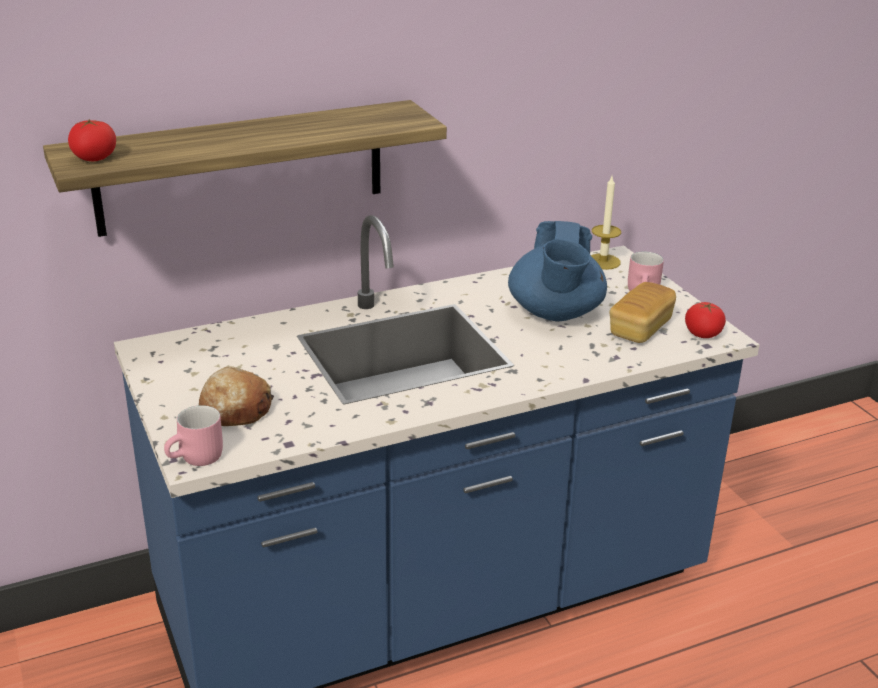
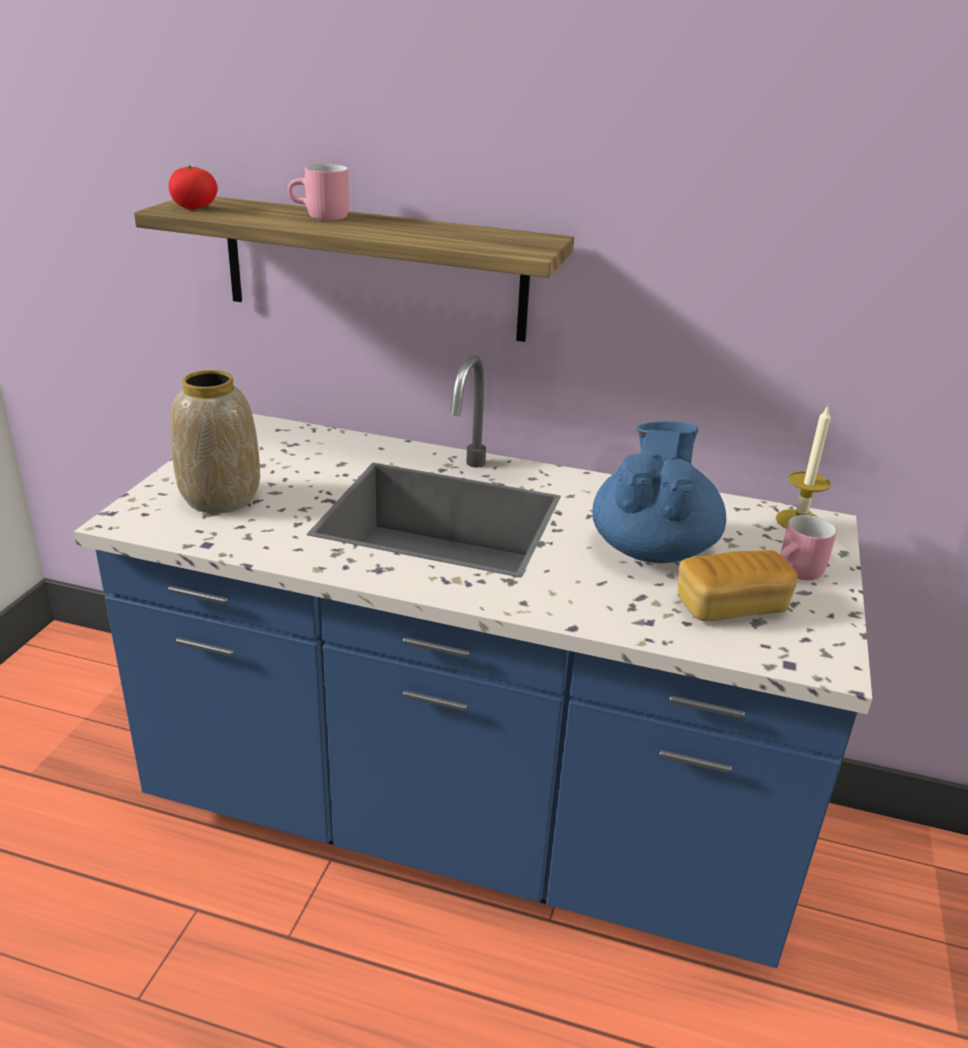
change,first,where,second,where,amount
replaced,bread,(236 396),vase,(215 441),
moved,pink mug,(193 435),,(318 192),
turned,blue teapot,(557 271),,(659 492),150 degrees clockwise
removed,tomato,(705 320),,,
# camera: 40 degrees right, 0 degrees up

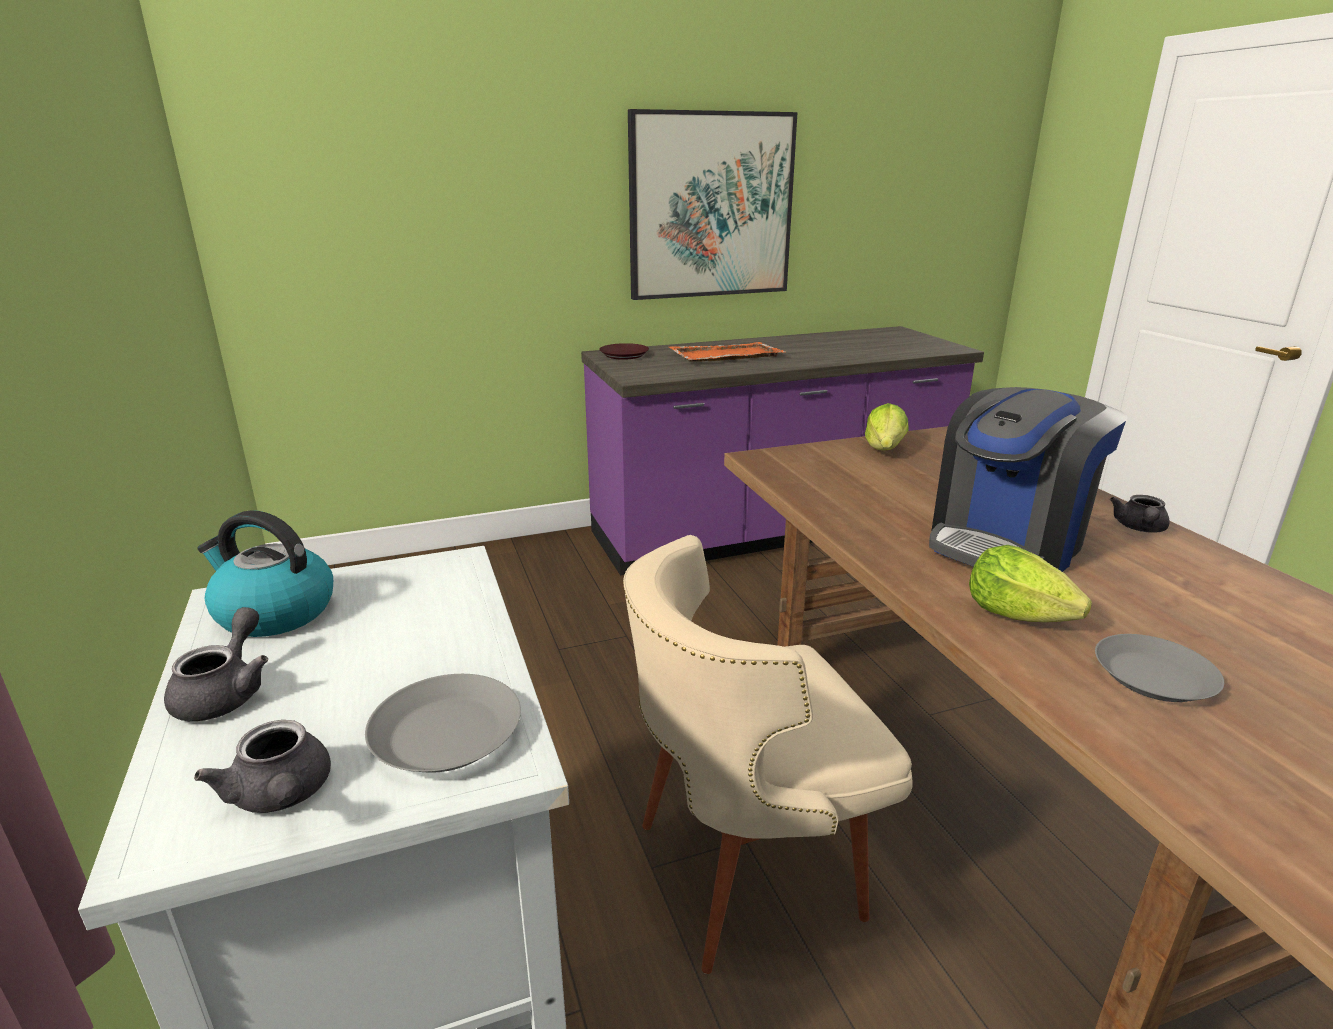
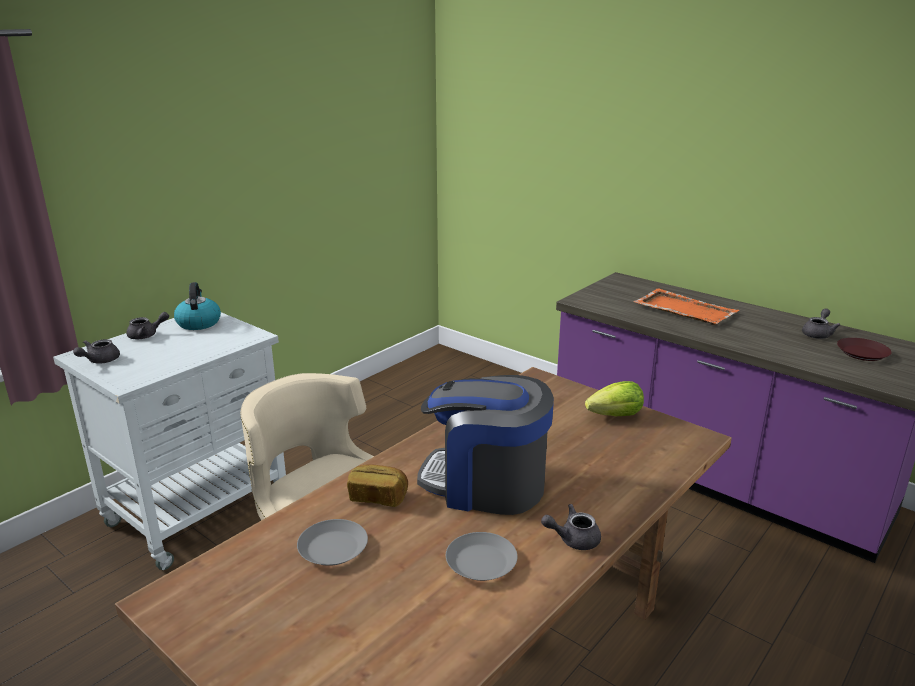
change,first,where,second,where,amount
replaced,lettuce,(1030 583),bread,(377 485),
moved,grey plate,(443 723),,(482 556),
added,,,grey teapot,(821 323),
moved,brown plate,(624 351),,(864 349),
removed,picture,(713 204),,,
# camera: 60 degrees right, 0 degrees up

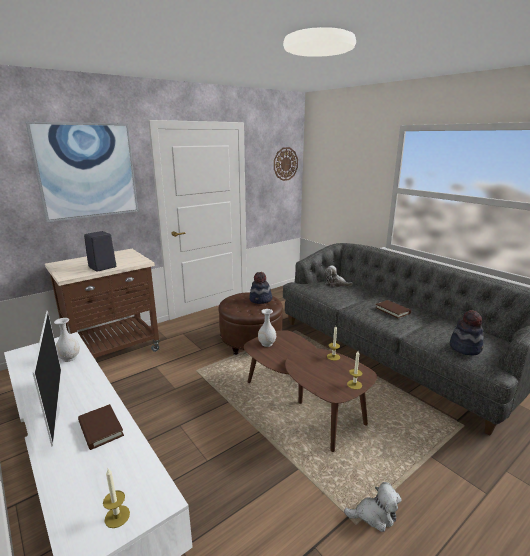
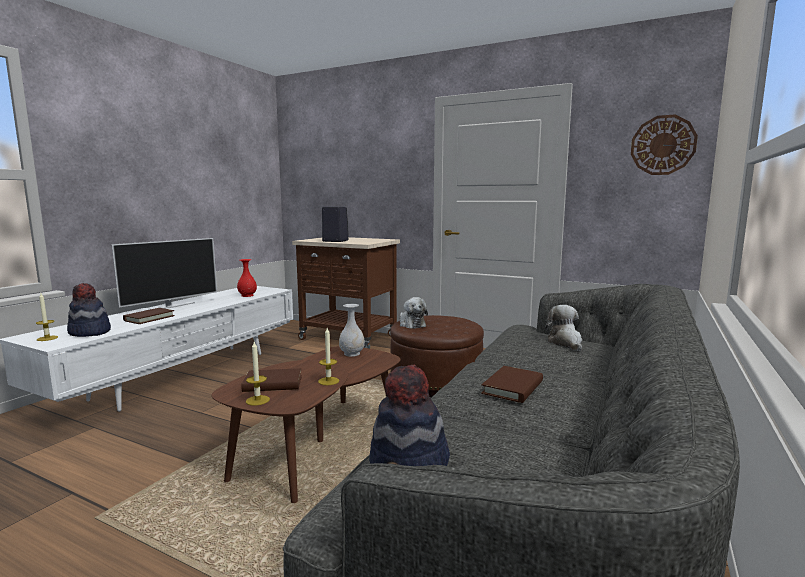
change,first,where,second,where,amount
moved,hat,(260 288),,(89 310),
recoloured,white vase,(67 340),red vase,(247 278),
added,,,brown book,(271 380),
moved,plush toy,(373 507),,(414 313),
removed,picture,(81 172),,,
# camera: 65 degrees right, 10 degrees down

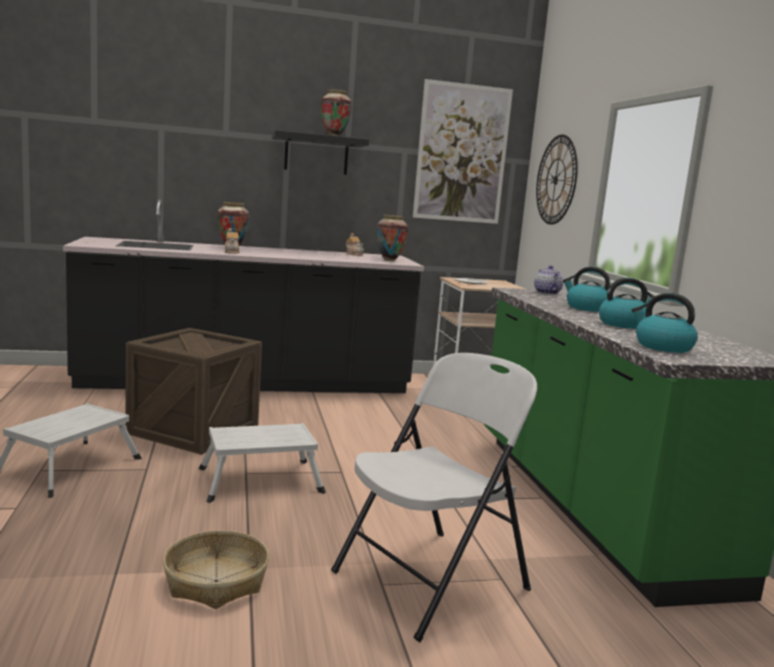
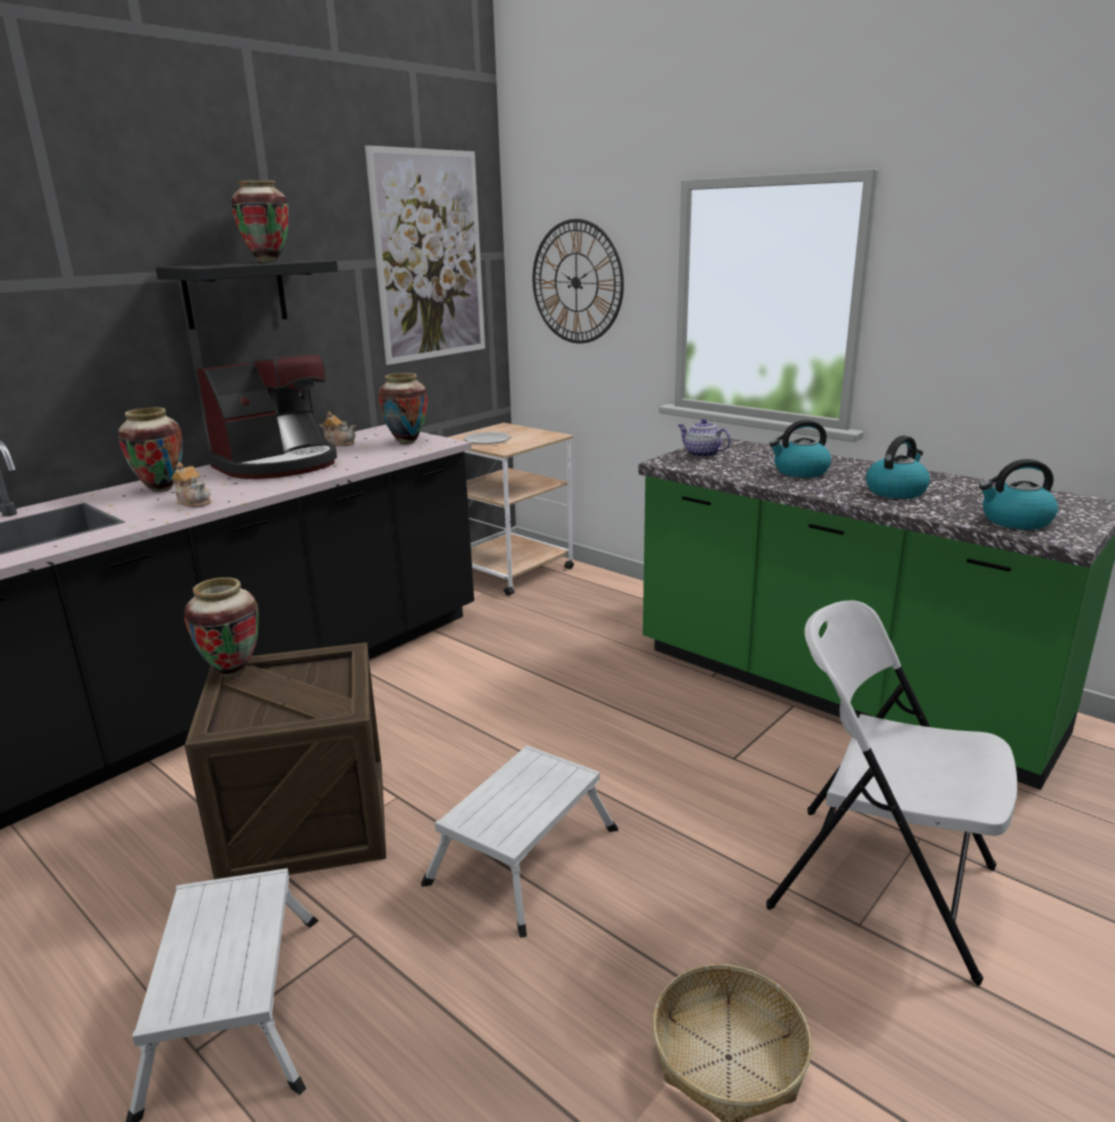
change,first,where,second,where,amount
added,,,vase,(221 627),
added,,,coffee machine,(267 416),
turned,white chair,(434 498),,(891 793),75 degrees counterclockwise
# camera: 35 degrees left, 10 degrees up

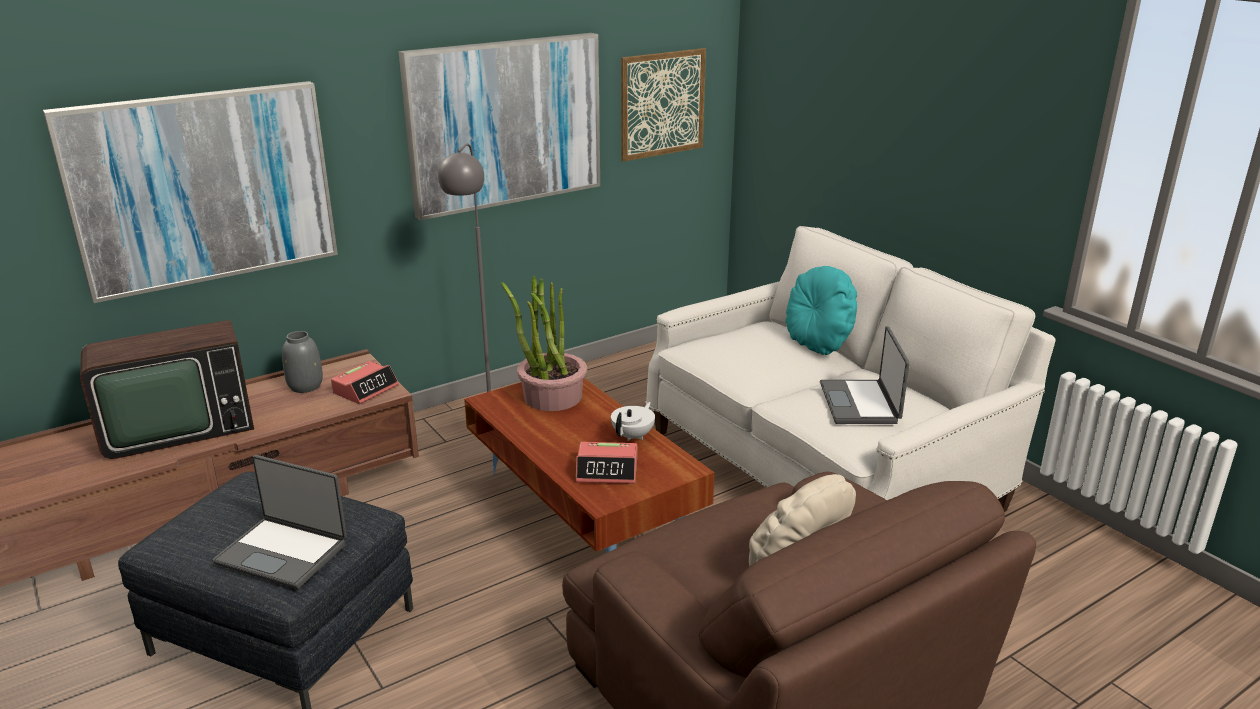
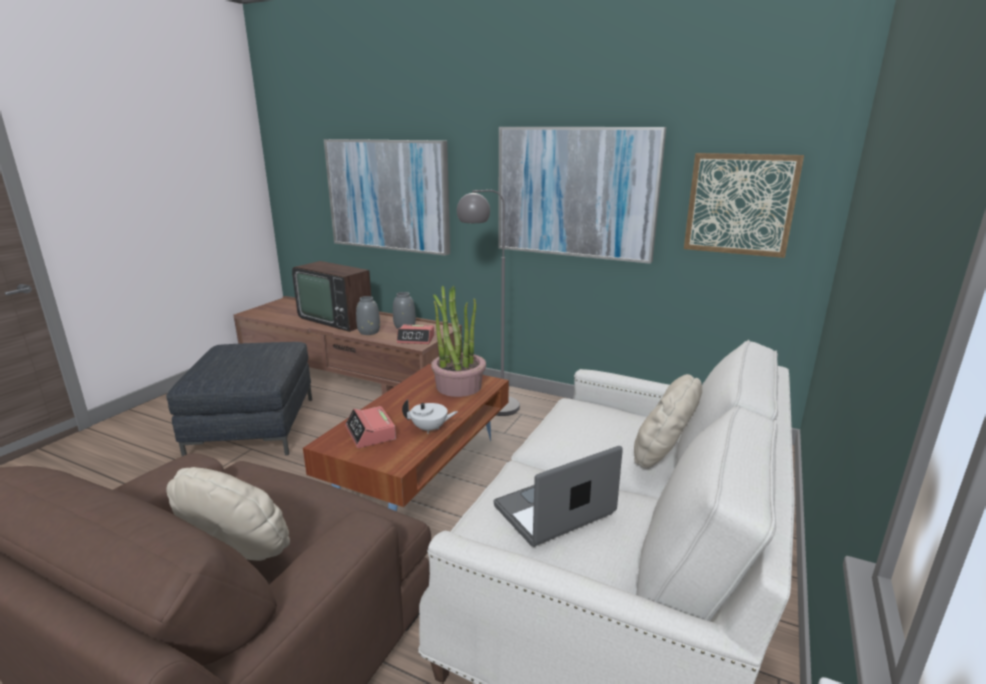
change,first,where,second,where,amount
added,,,grey vase,(368 315),
recoloured,turquoise pillow,(821 310),beige pillow,(668 421),
removed,laptop,(279 522),,,
# camera: 60 degrees right, 5 degrees down

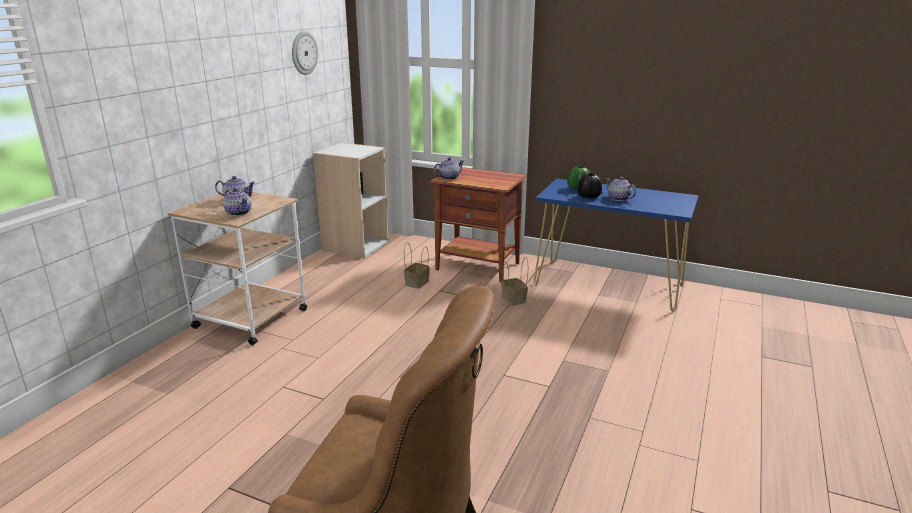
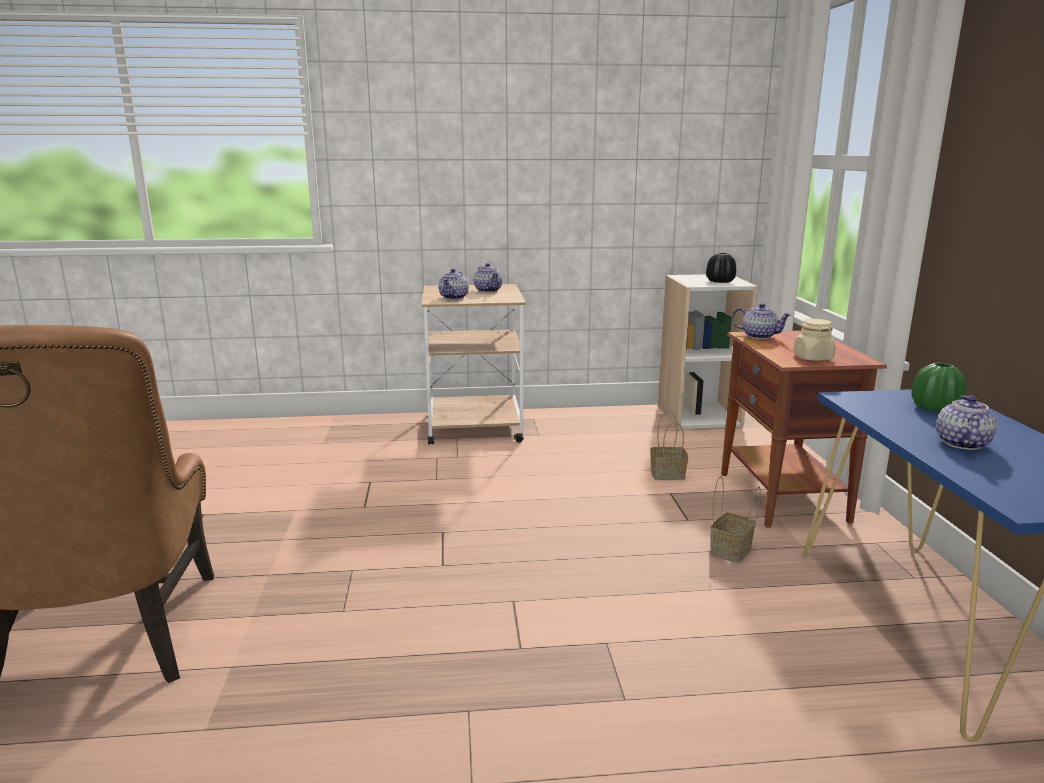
change,first,where,second,where,amount
moved,black vase,(590 186),,(721 268),
added,,,beige jar,(814 340),
removed,wall clock,(305 53),,,
# camera: 60 degrees right, 5 degrees down

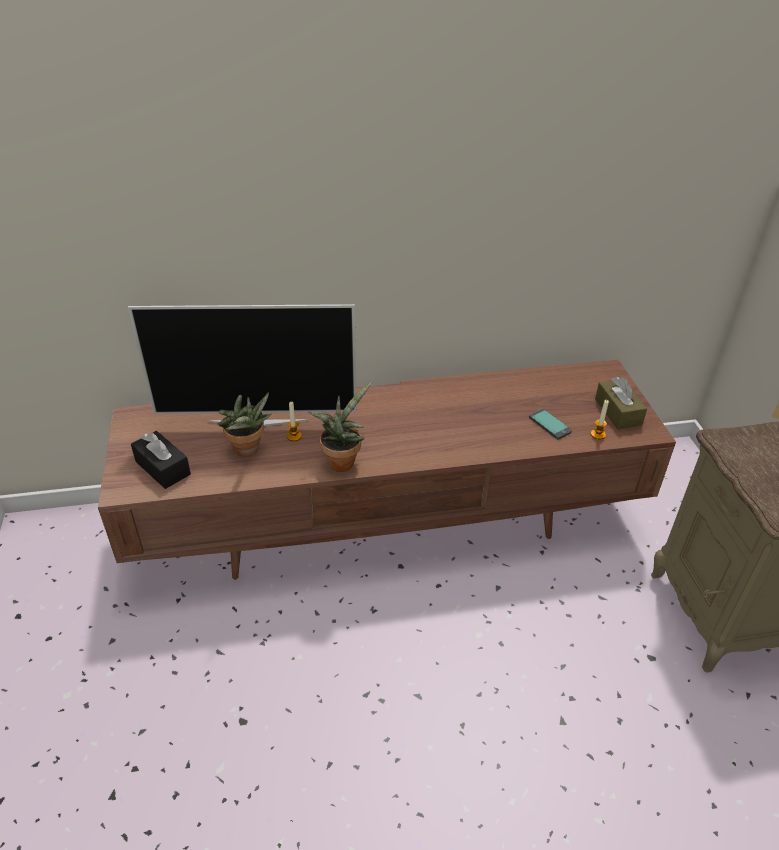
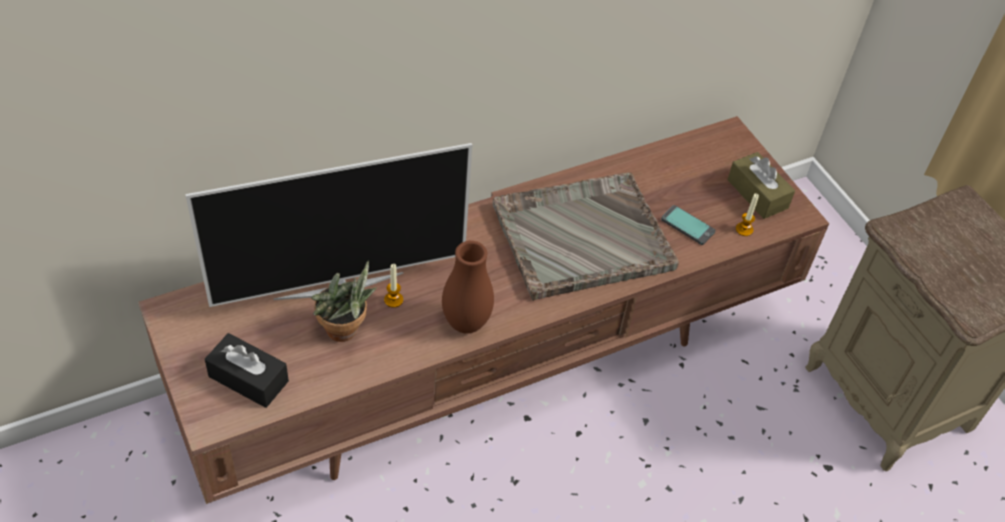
change,first,where,second,where,amount
replaced,potted plant,(339 427),brown vase,(468 287),
added,,,grey tray,(586 236),
# camera: 20 degrees left, 10 degrees up

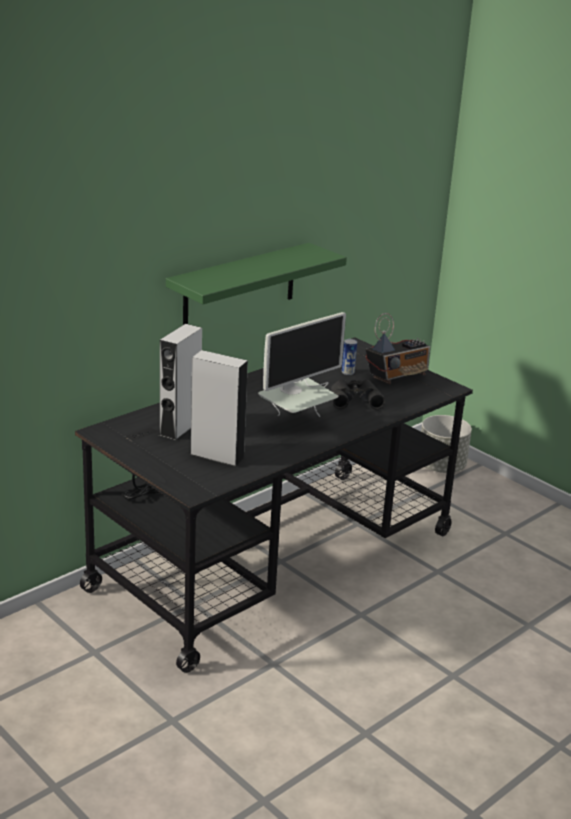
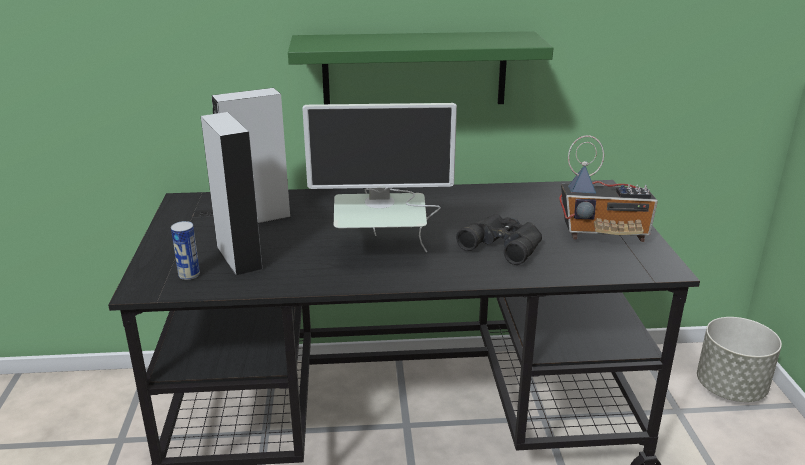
change,first,where,second,where,amount
moved,can,(349 357),,(185 250),
# camera: 40 degrees right, 0 degrees up

